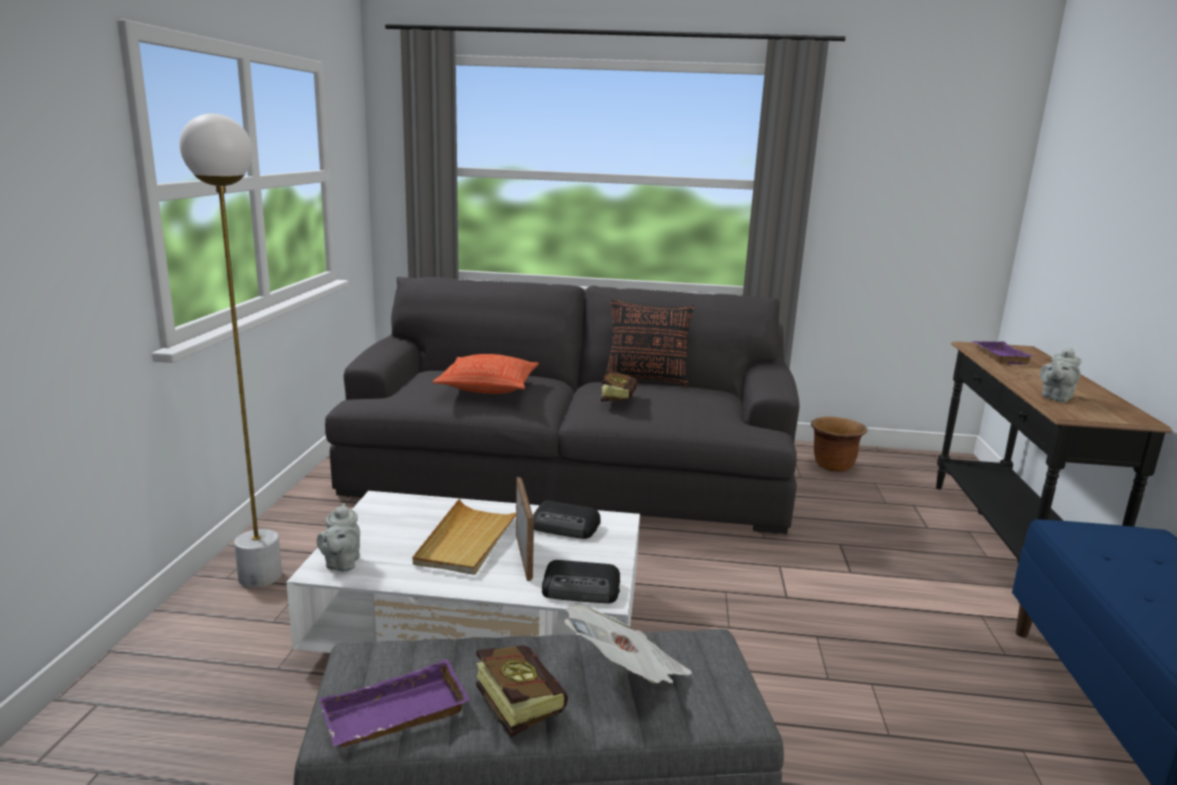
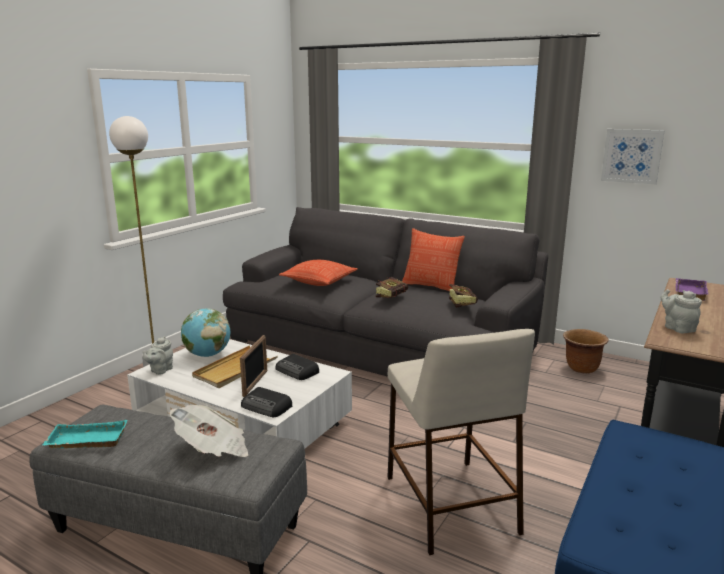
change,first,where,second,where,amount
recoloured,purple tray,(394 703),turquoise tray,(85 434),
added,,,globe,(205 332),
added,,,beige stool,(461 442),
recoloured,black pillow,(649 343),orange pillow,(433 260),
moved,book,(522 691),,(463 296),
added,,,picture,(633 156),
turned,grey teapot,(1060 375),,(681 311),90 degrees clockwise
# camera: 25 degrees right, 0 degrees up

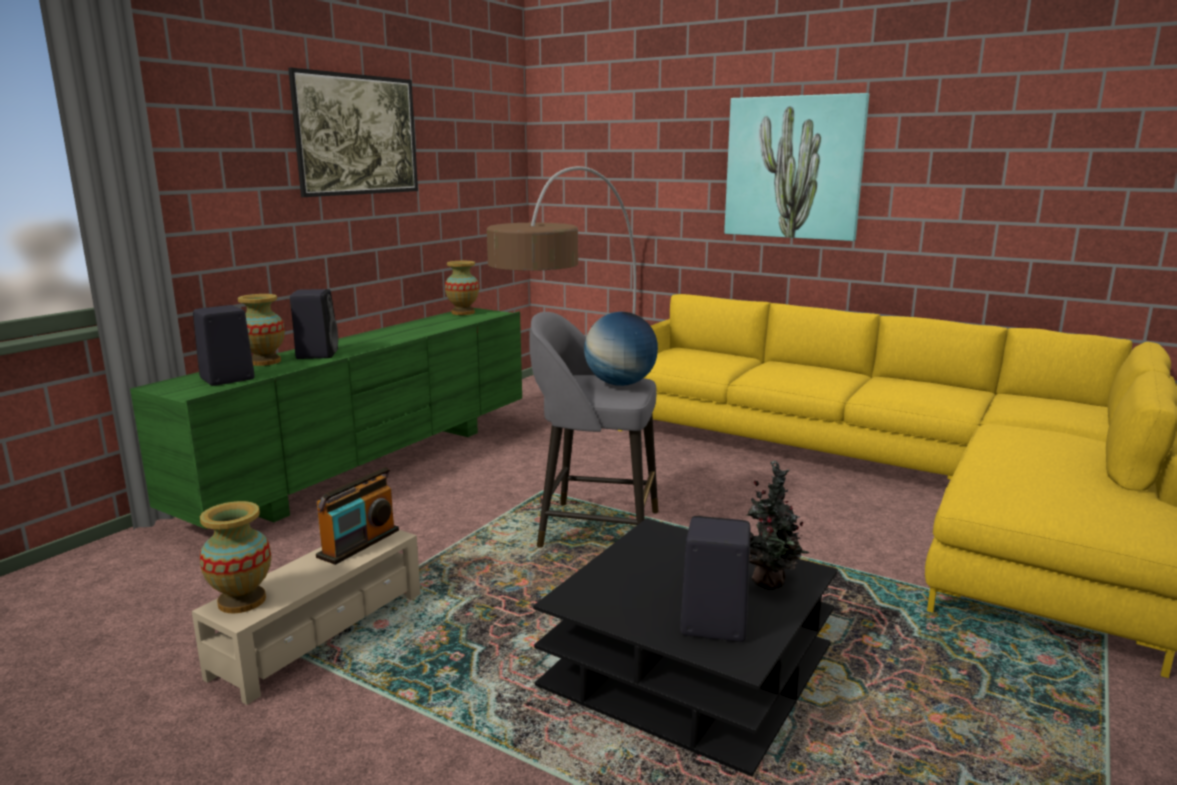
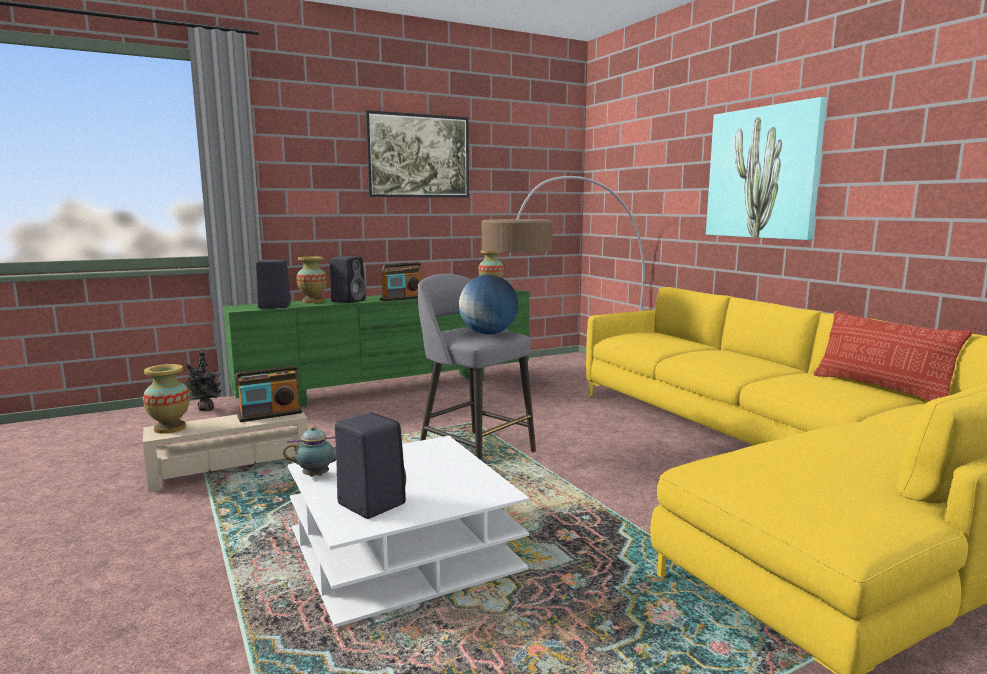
change,first,where,second,where,amount
moved,potted plant,(777 525),,(203 380),
added,,,teapot,(309 451),
recoloured,black coffee table,(685 647),white coffee table,(408 532),
added,,,radio,(400 281),
added,,,pillow,(893 355),
# camera: 30 degrees right, 5 degrees down

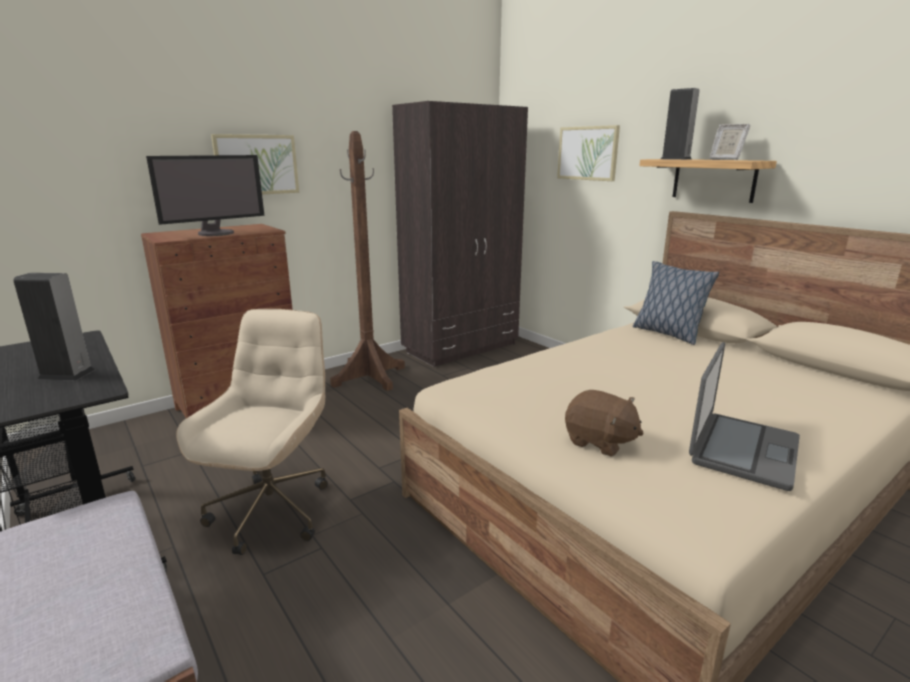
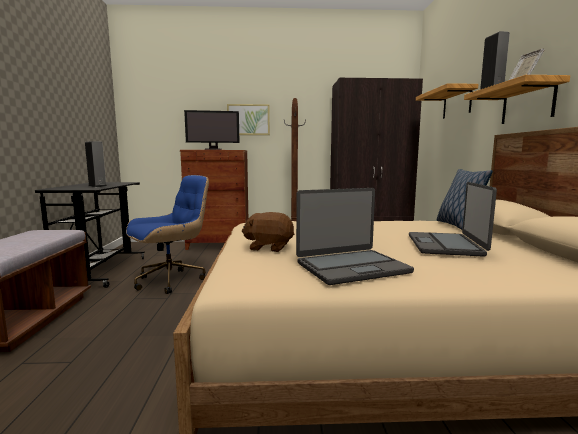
change,first,where,second,where,amount
recoloured,beige office chair,(252 432),blue office chair,(167 234),
turned,brown plush toy,(604 423),,(268 232),120 degrees clockwise
added,,,laptop,(453 219),
replaced,picture,(588 153),shelf,(447 101),
# camera: 35 degrees right, 10 degrees down

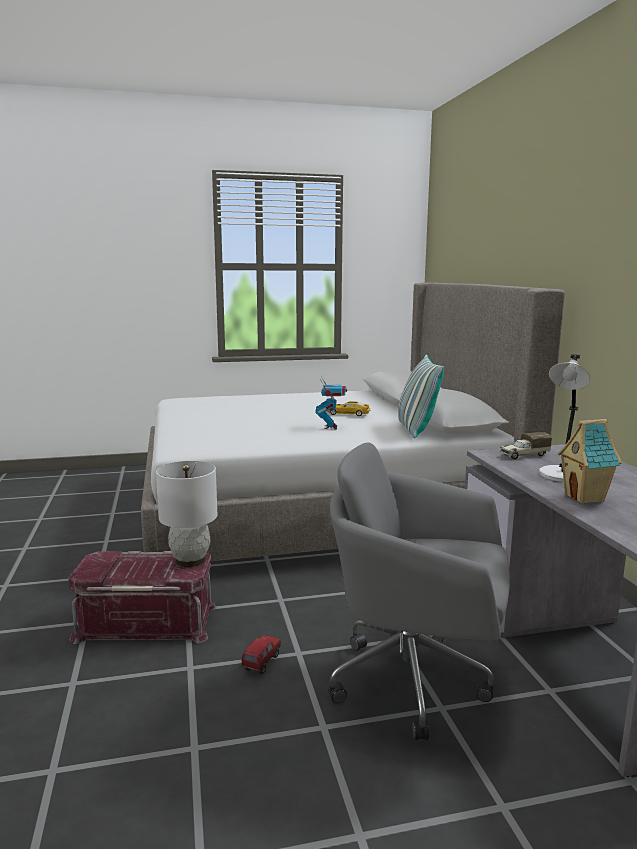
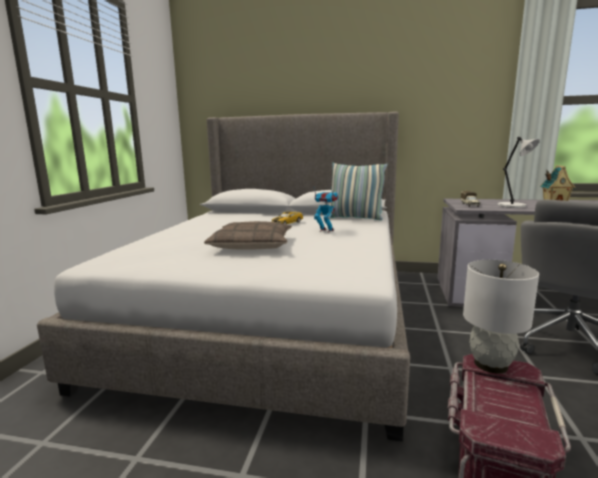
change,first,where,second,where,amount
added,,,pillow,(248 235),
removed,toy truck,(261 654),,,
# camera: 65 degrees left, 0 degrees up

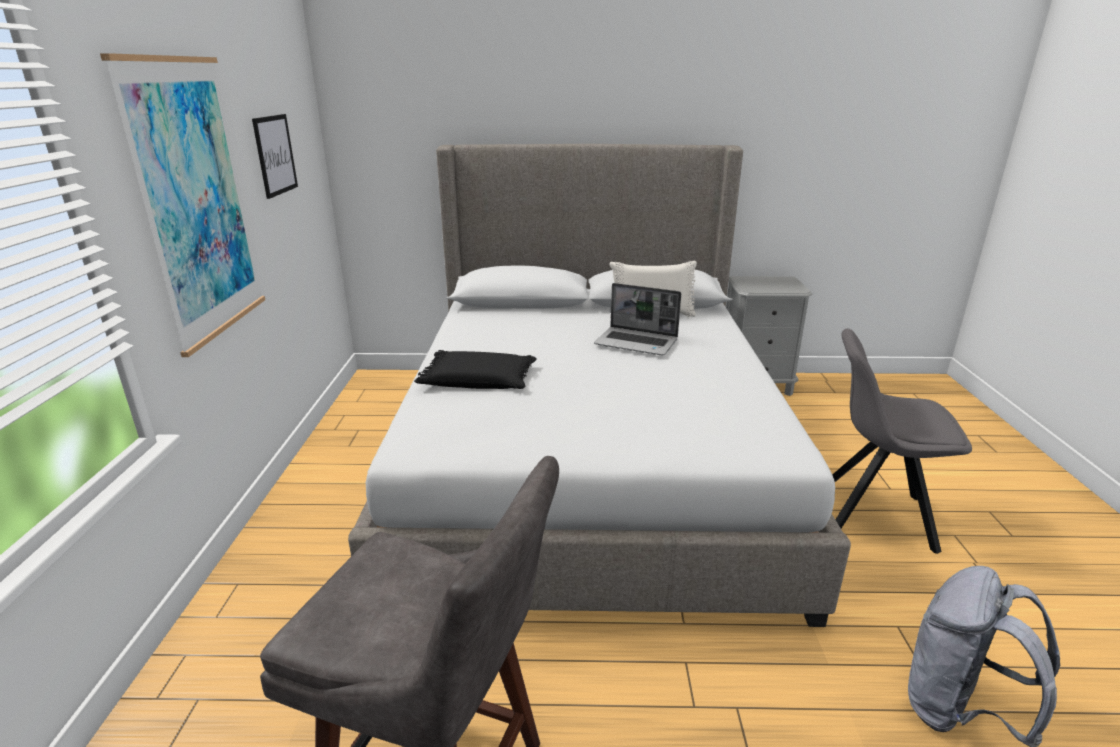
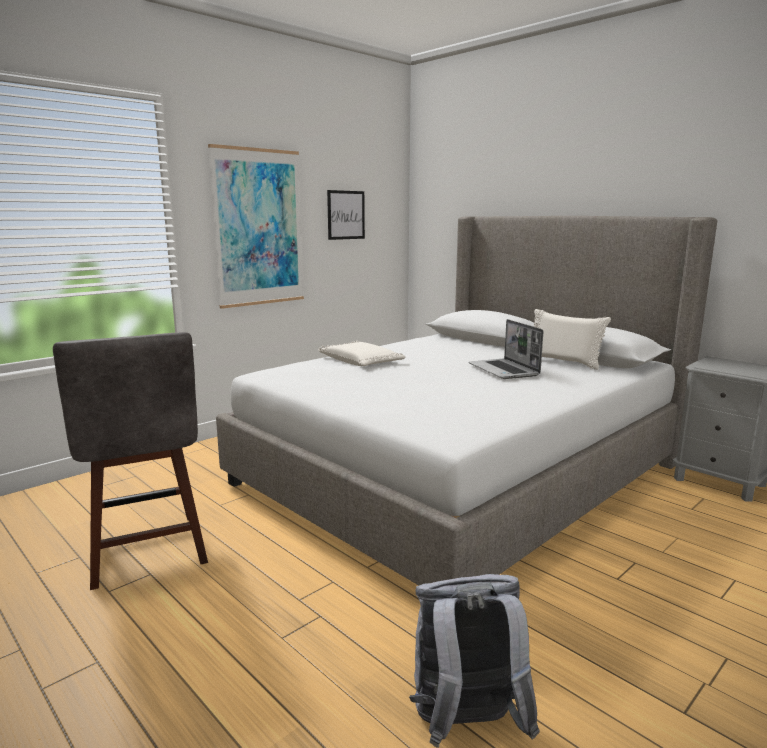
change,first,where,second,where,amount
recoloured,black pillow,(475 369),white pillow,(362 353),
removed,grey chair,(902 441),,,
# camera: 45 degrees right, 10 degrees down

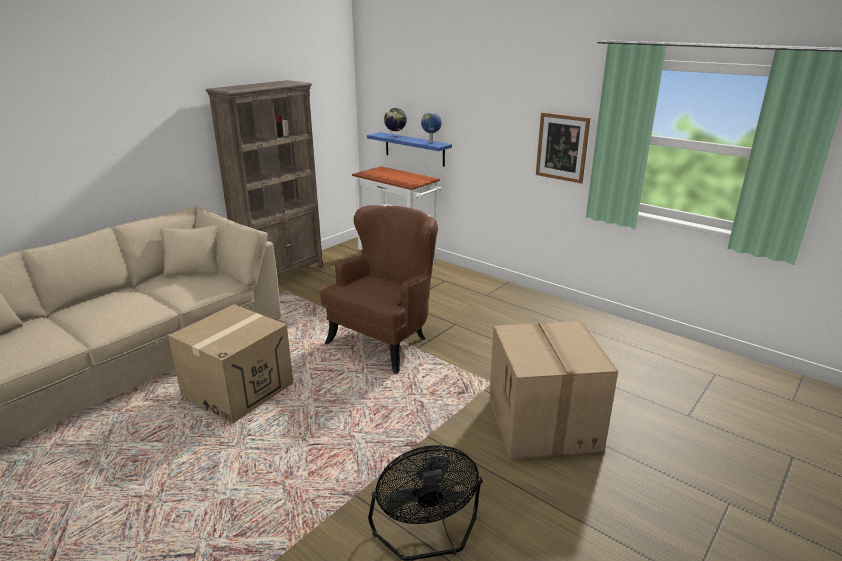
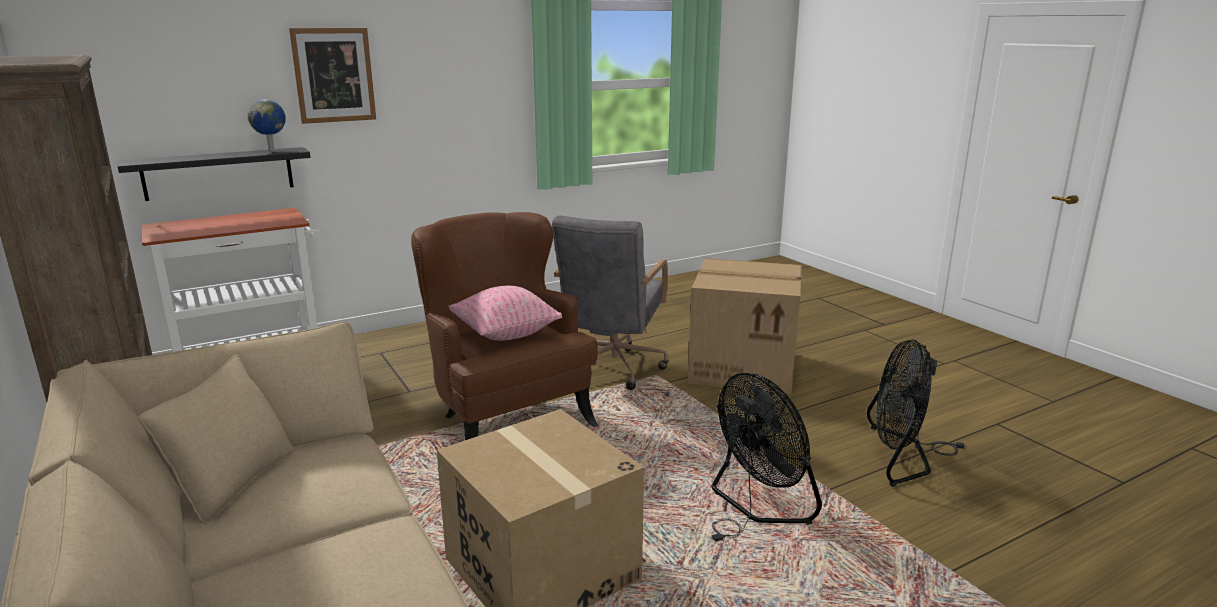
change,first,where,second,where,amount
recoloured,blue shelf,(409 149),black shelf,(214 174),
moved,picture,(563 148),,(332 76),
added,,,pink pillow,(505 313),
added,,,grey office chair,(610 303),
added,,,black fan,(766 457),
removed,globe,(395 123),,,
# camera: 70 degrees left, 5 degrees down

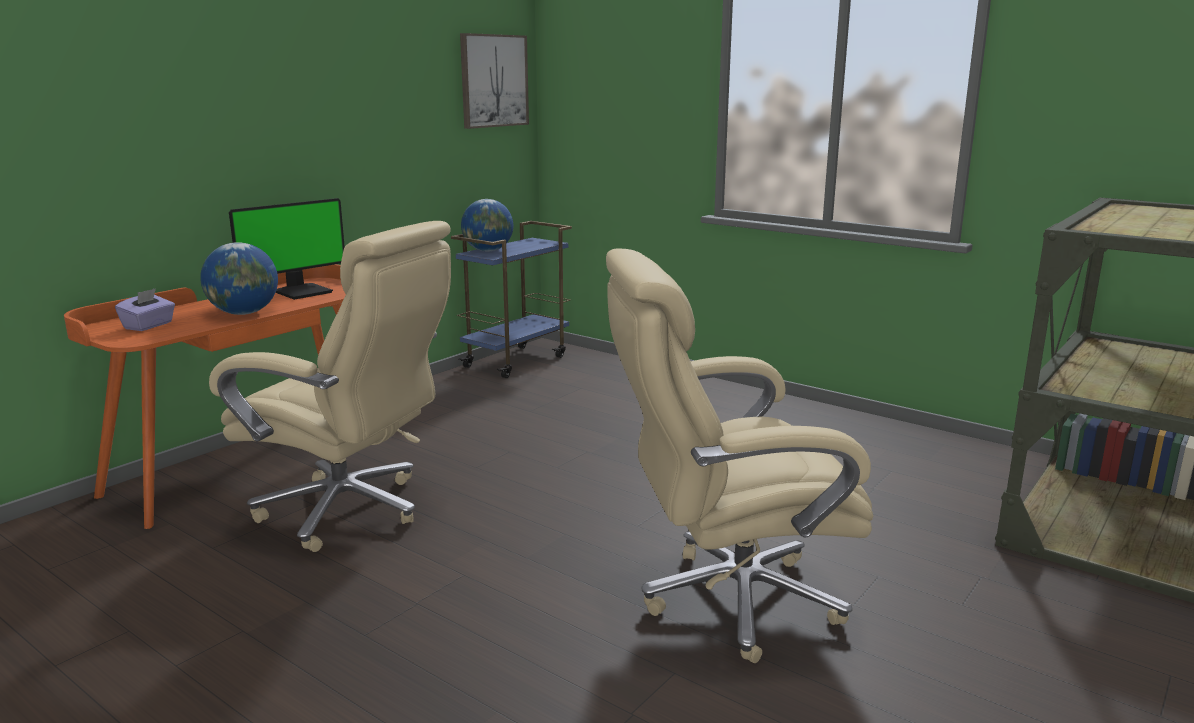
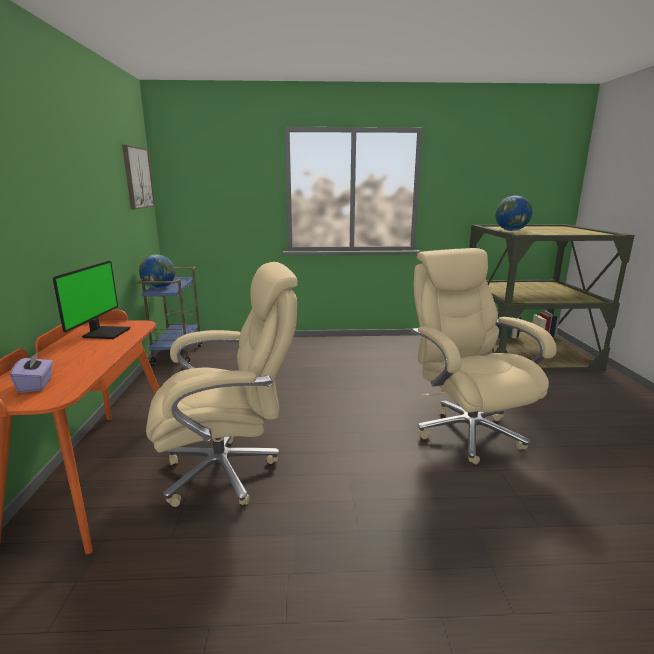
change,first,where,second,where,amount
turned,beige office chair,(739 455),,(484 356),120 degrees clockwise
moved,globe,(239 278),,(514 213),
# camera: 40 degrees left, 0 degrees up

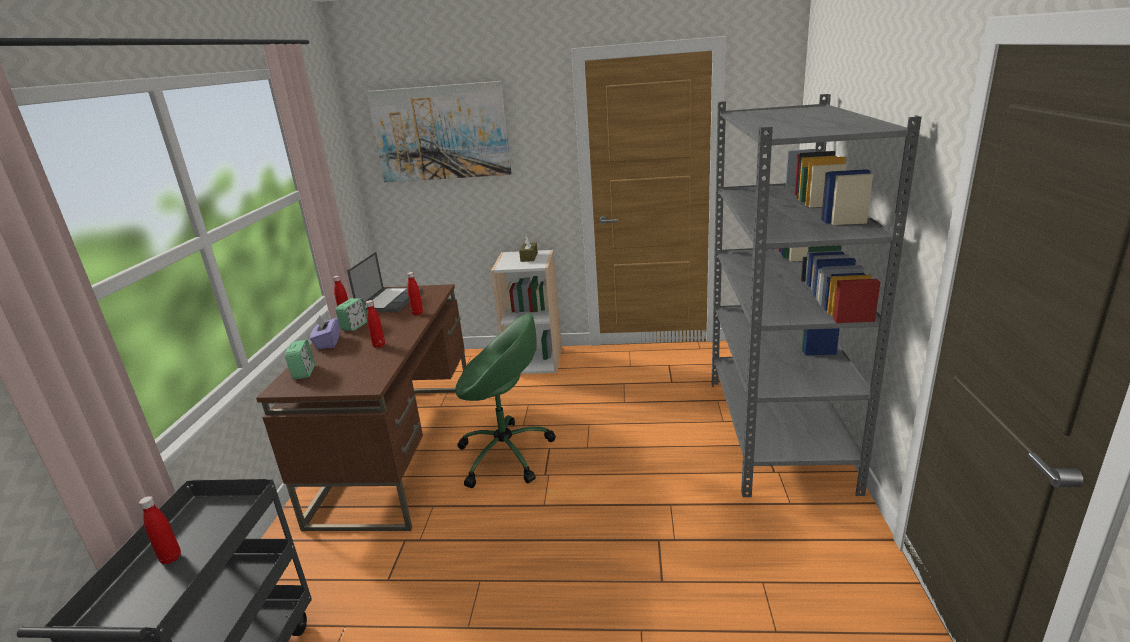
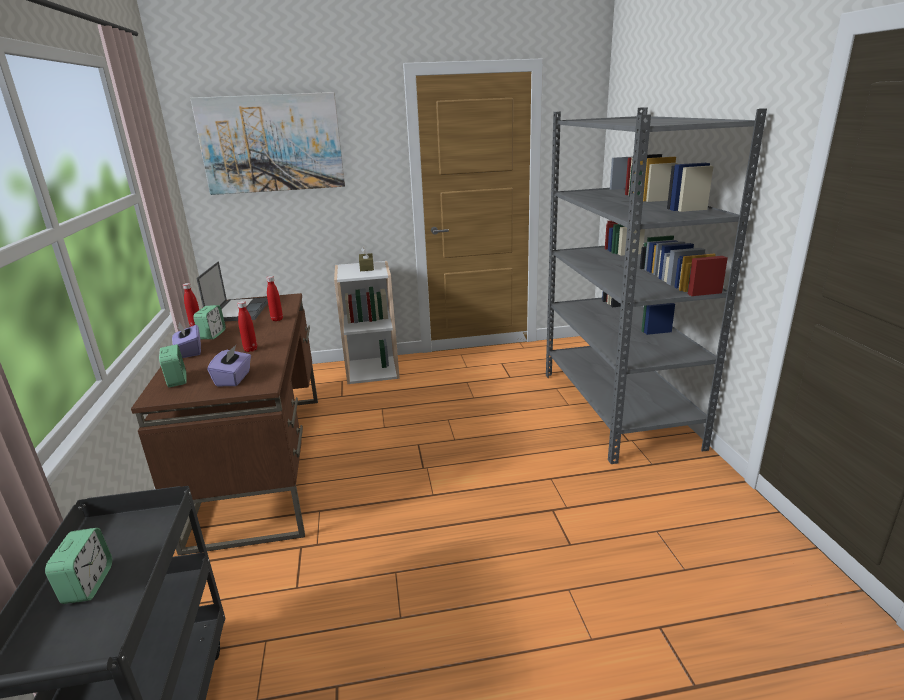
change,first,where,second,where,amount
replaced,red bottle,(160 530),alarm clock,(78 566),
added,,,purple tissue box,(229 365),
removed,green office chair,(506 400),,,
# camera: 15 degrees left, 0 degrees up

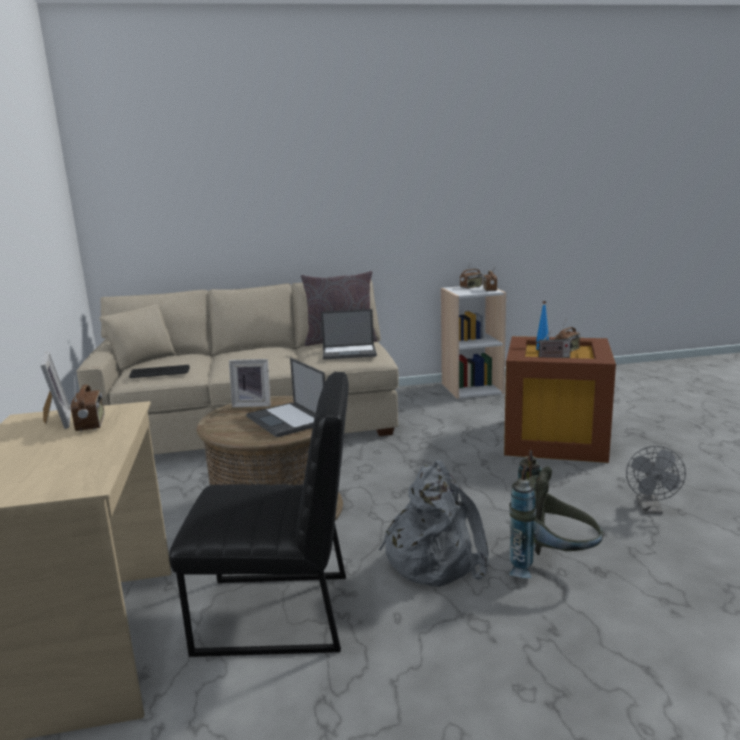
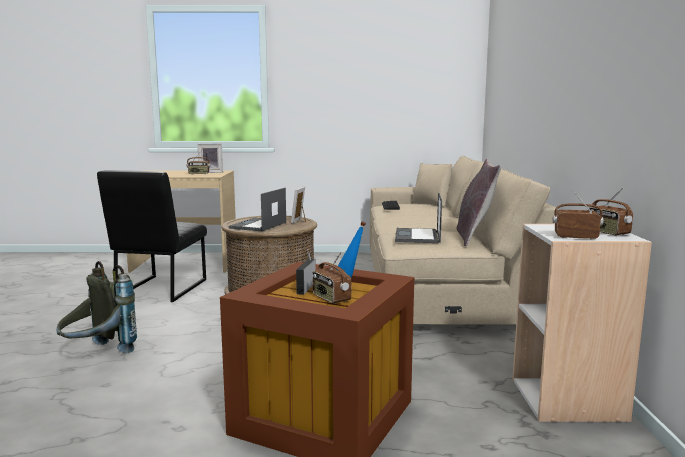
change,first,where,second,where,amount
turned,laptop,(285 397),,(257 209),45 degrees counterclockwise
removed,grey backpack,(434 523),,,
removed,grey fan,(656 480),,,
# camera: 100 degrees right, 5 degrees down

